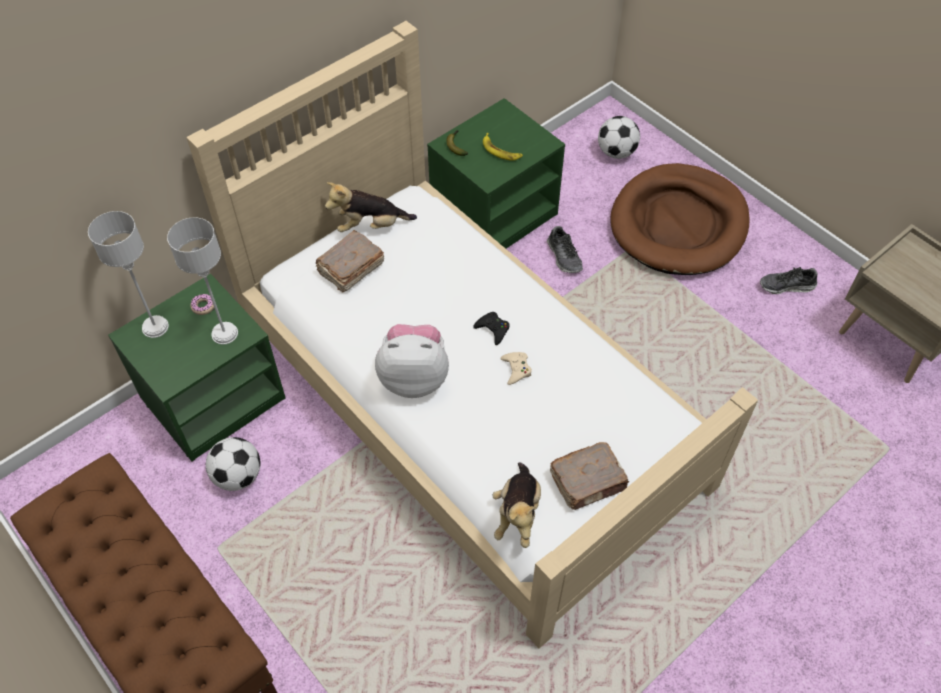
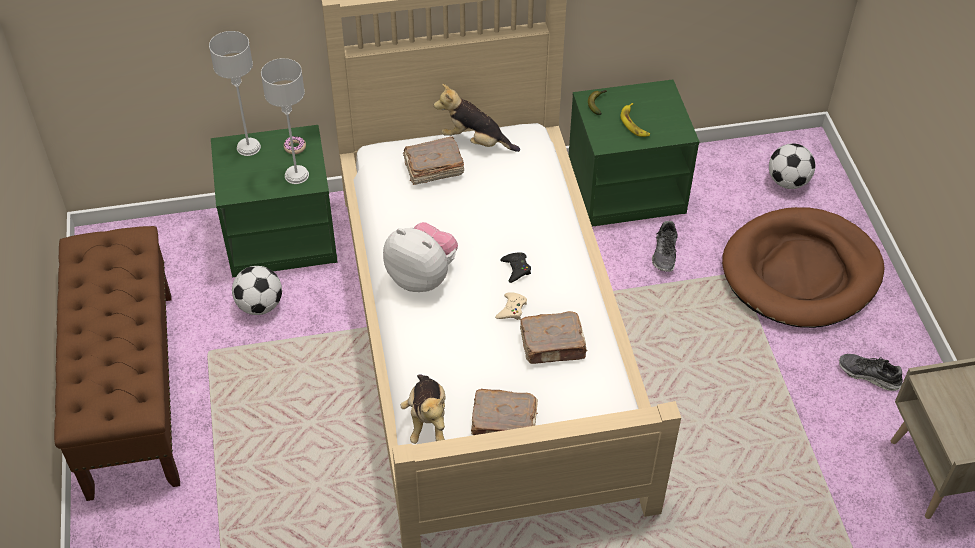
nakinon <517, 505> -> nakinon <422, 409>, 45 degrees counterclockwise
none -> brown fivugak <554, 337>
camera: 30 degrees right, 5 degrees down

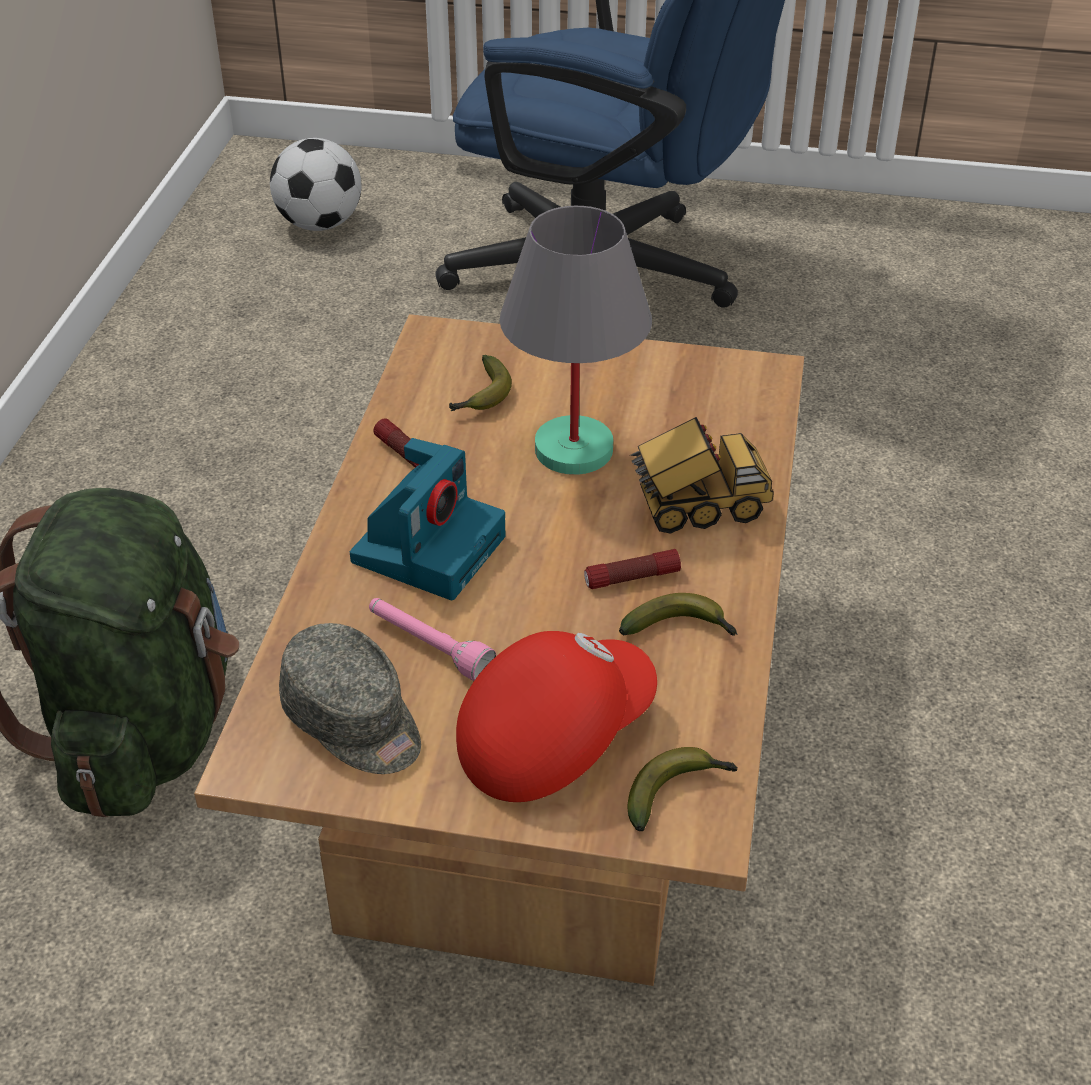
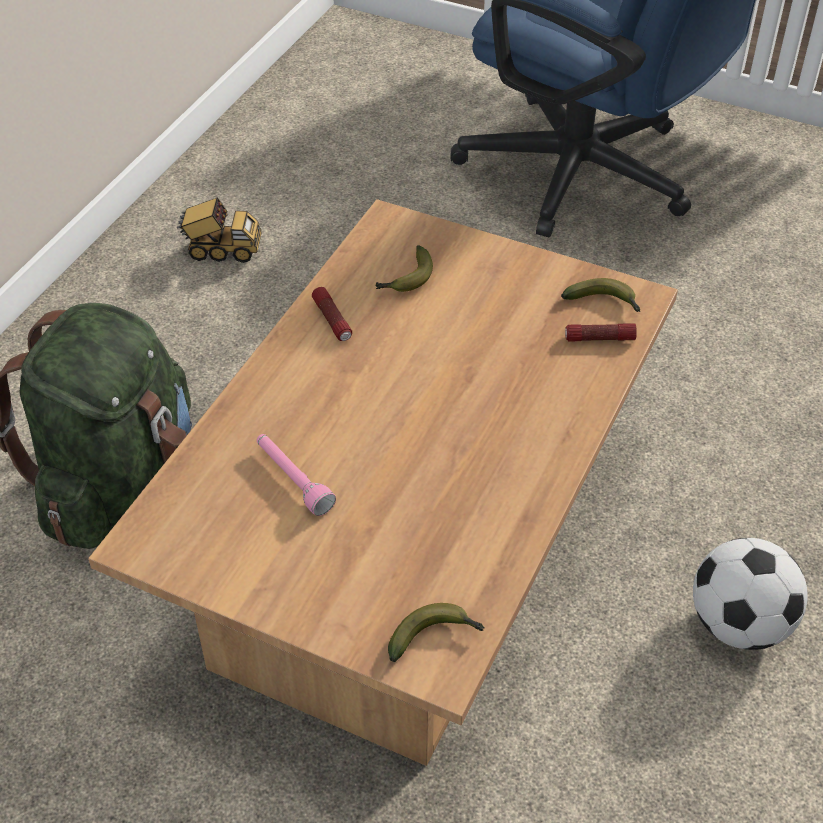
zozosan <702, 475> -> zozosan <219, 230>, move
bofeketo <678, 614> -> bofeketo <601, 295>, move
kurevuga <632, 569> -> kurevuga <601, 332>, move
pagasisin <315, 184> -> pagasisin <750, 594>, move
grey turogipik <350, 698> -> none
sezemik <427, 519> -> none
red turogipik <556, 716> -> none
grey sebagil <576, 340> -> none
camera: 15 degrees right, 5 degrees up

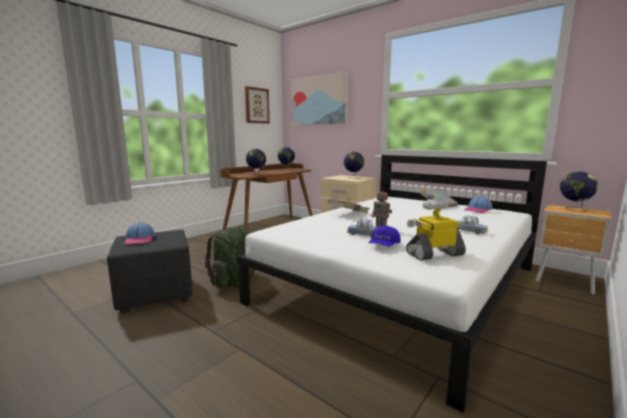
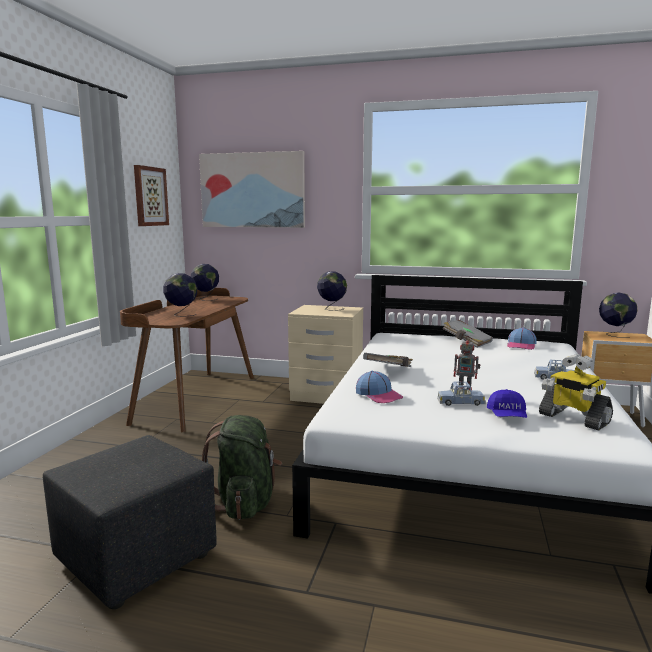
turogipik <139, 233> -> turogipik <379, 387>, move
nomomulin <436, 229> -> nomomulin <576, 392>, 90 degrees counterclockwise
camera: 25 degrees left, 0 degrees up

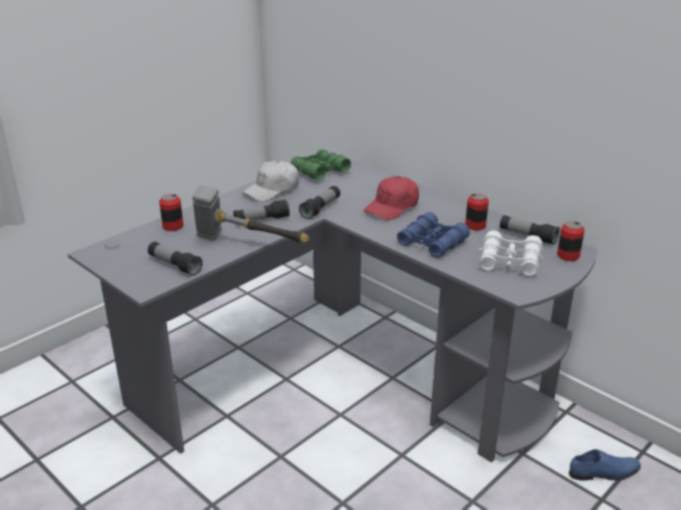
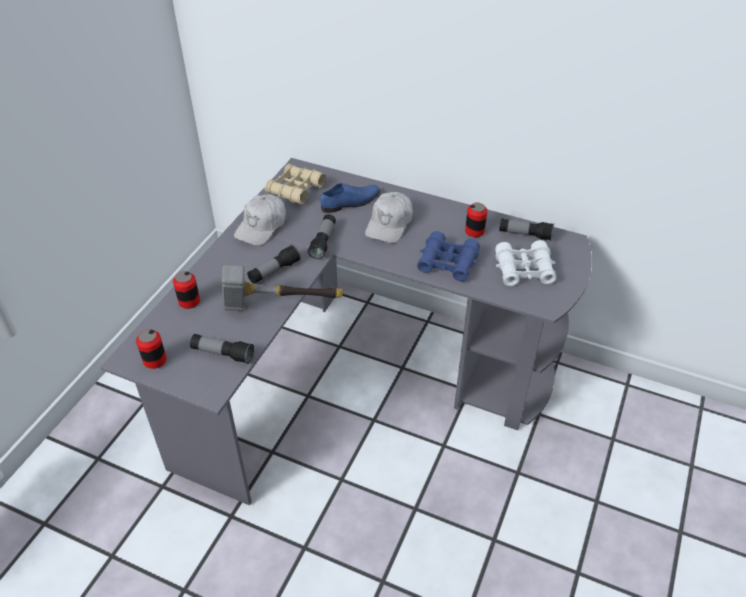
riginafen <571, 241> -> riginafen <151, 349>, move
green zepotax <321, 164> -> beige zepotax <295, 184>
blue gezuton <605, 465> -> blue gezuton <350, 198>, move
red turogipik <391, 198> -> white turogipik <389, 217>
camera: 20 degrees left, 15 degrees up

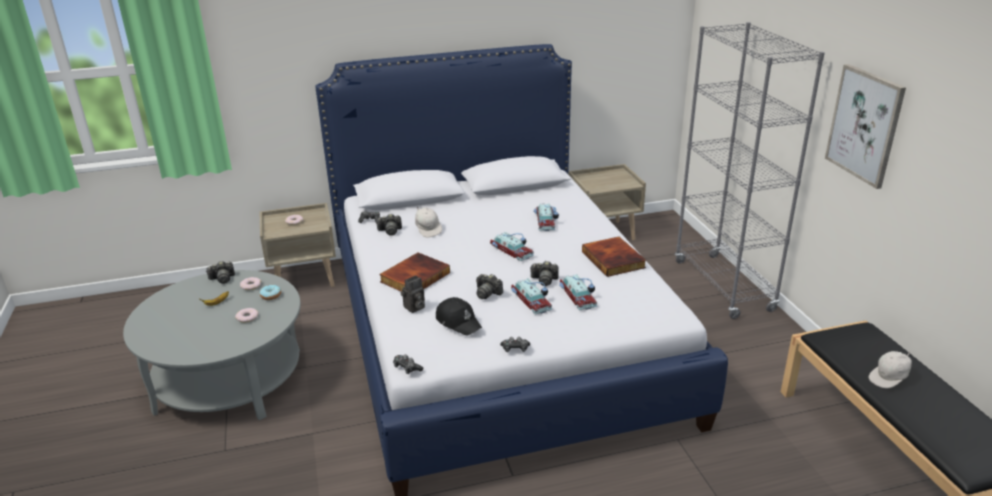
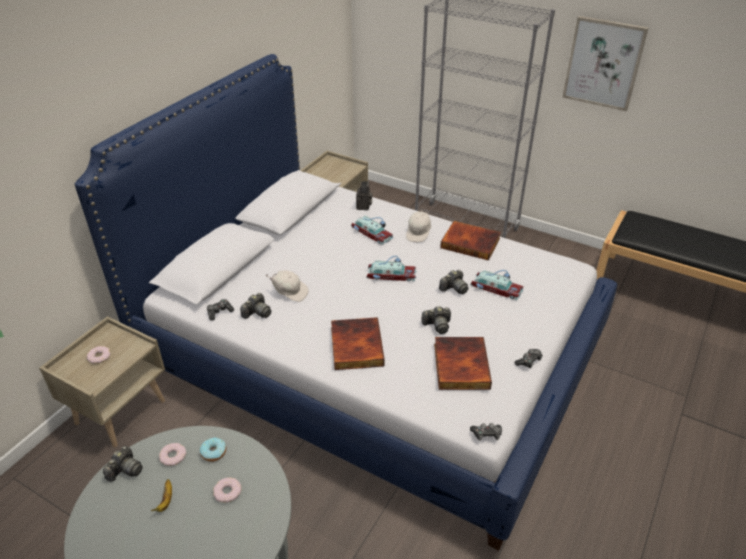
sezemik <413, 294> -> sezemik <364, 195>, move
white turogipik <890, 369> -> white turogipik <418, 225>, move
black turogipik <459, 316> -> fivugak <463, 363>
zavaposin <531, 296> -> none
camera: 45 degrees left, 10 degrees up

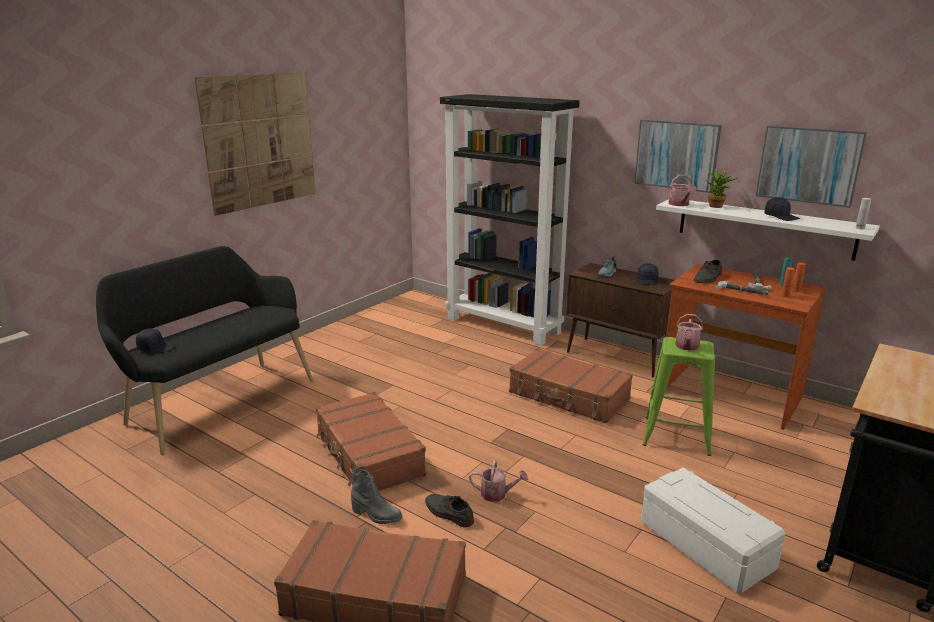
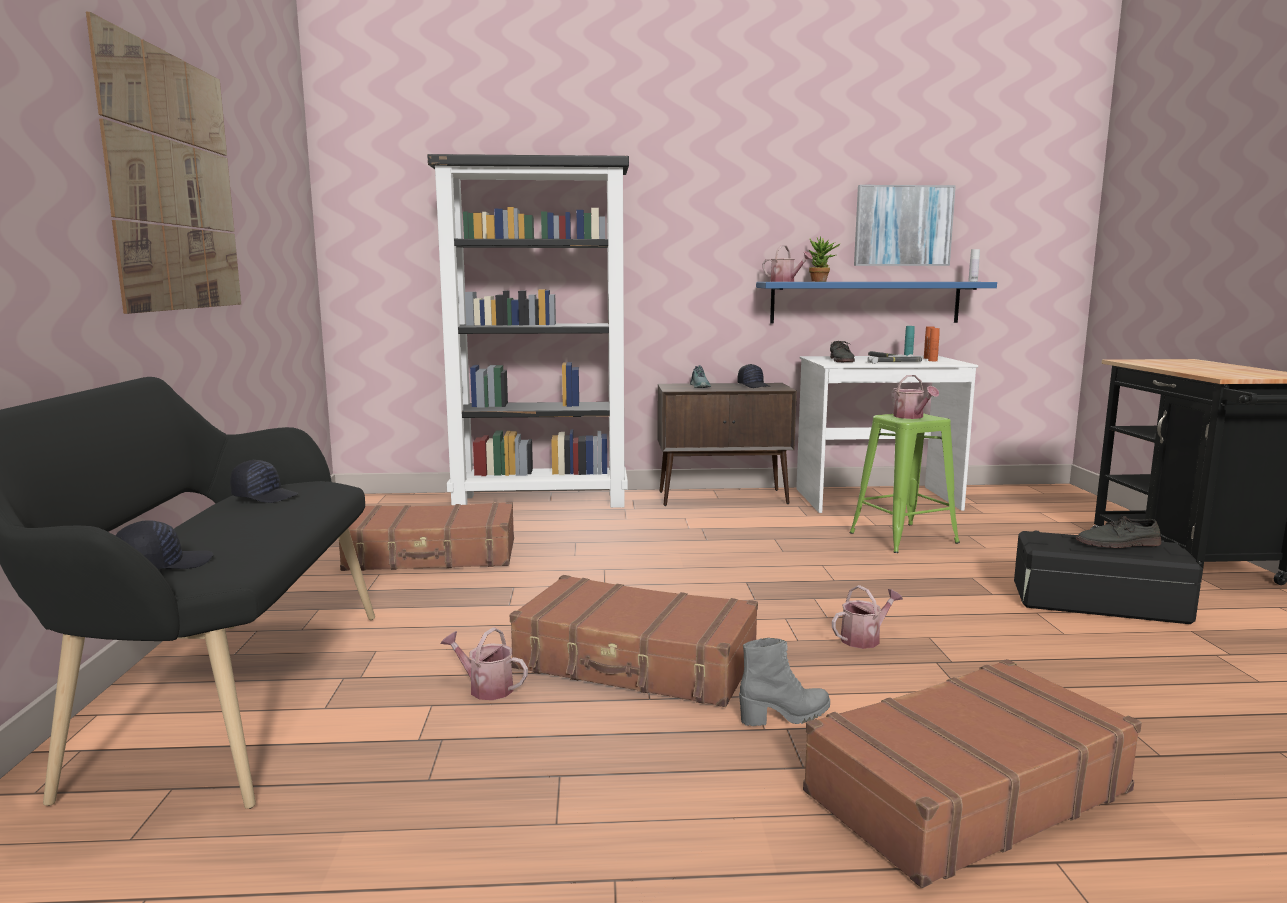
black turogipik <782, 209> -> black turogipik <264, 481>, move
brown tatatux <571, 385> -> brown tatatux <426, 536>, move
none -> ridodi <484, 663>
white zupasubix <768, 230> -> blue zupasubix <876, 302>
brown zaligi <746, 347> -> white zaligi <887, 434>
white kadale <713, 530> -> black kadale <1108, 577>
grey gezuton <449, 511> -> grey gezuton <1118, 532>, move
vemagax <678, 156> -> none
camera: 40 degrees left, 10 degrees down

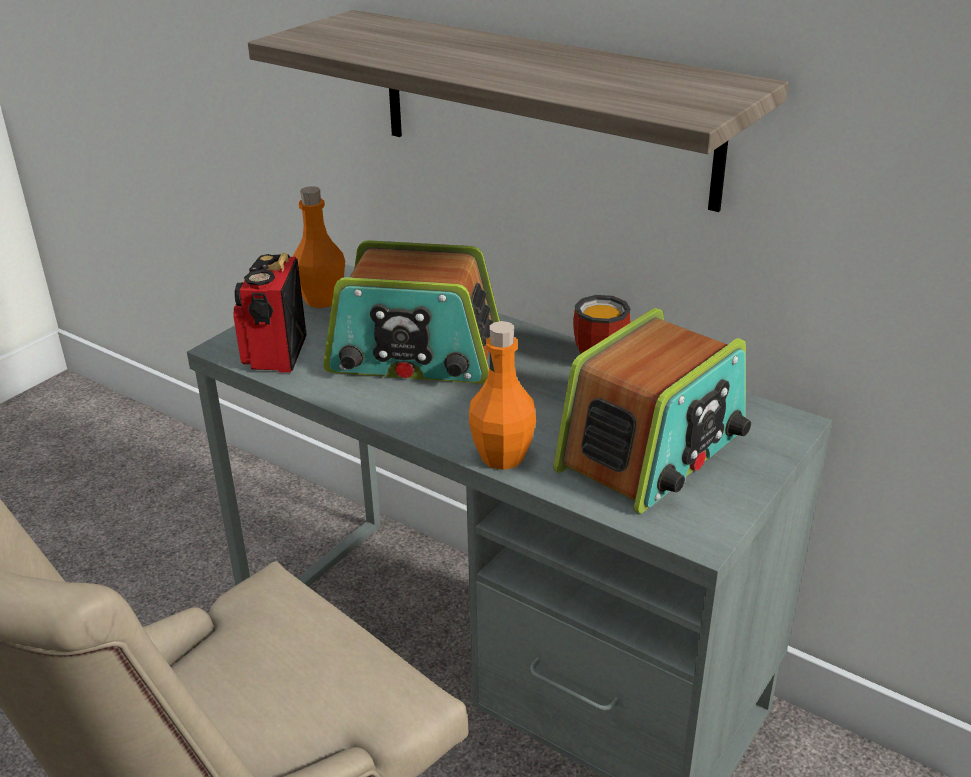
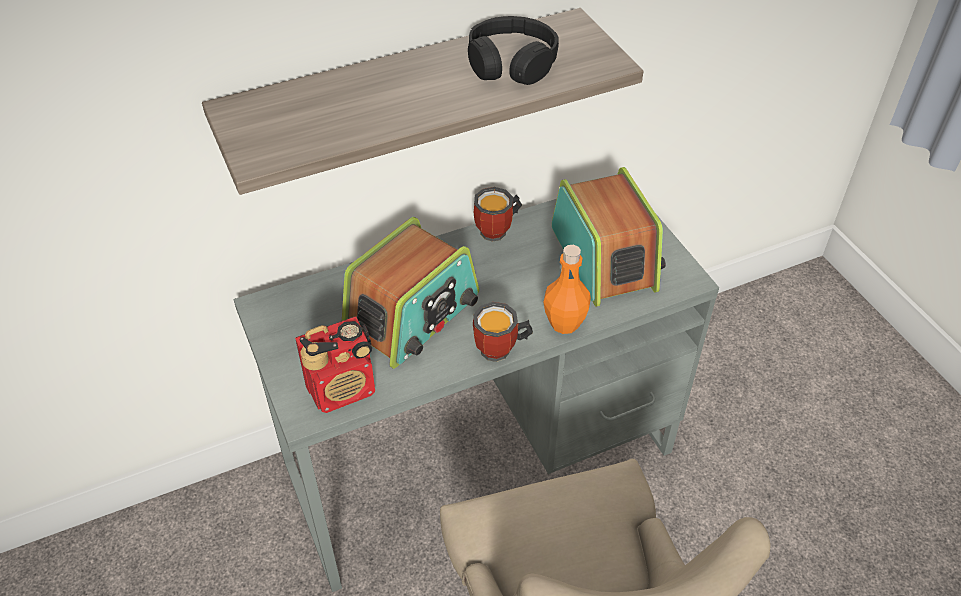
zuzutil <270, 312> -> zuzutil <335, 364>, 60 degrees counterclockwise
none -> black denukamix <513, 50>
none -> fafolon <503, 332>
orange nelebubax <319, 247> -> none
camera: 60 degrees left, 15 degrees up

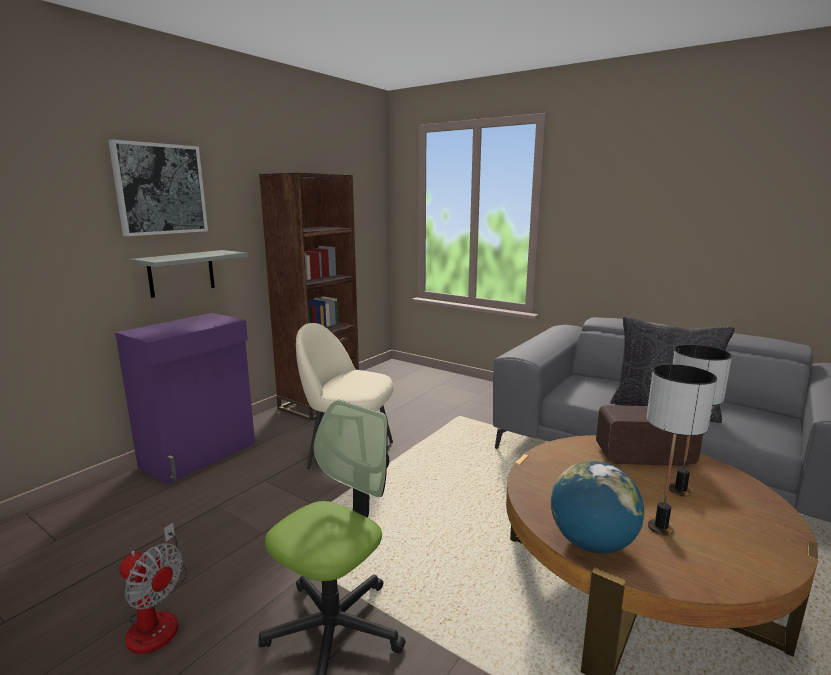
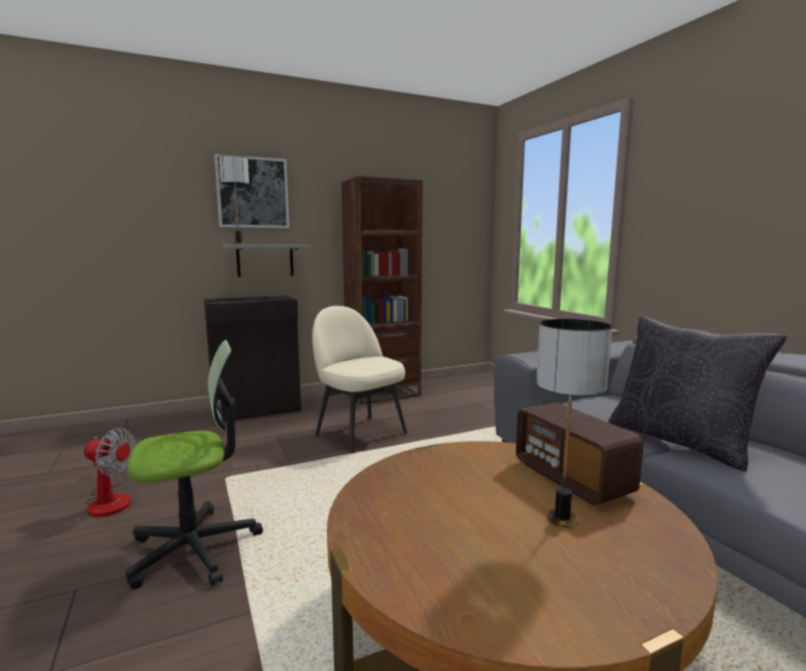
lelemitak <153, 588> -> lelemitak <109, 472>, 45 degrees counterclockwise
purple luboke <185, 398> -> black luboke <252, 359>
sebagil <681, 450> -> sebagil <234, 200>, move
zuzutil <649, 435> -> zuzutil <580, 454>, 150 degrees counterclockwise
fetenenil <597, 507> -> none
camera: 30 degrees right, 5 degrees down

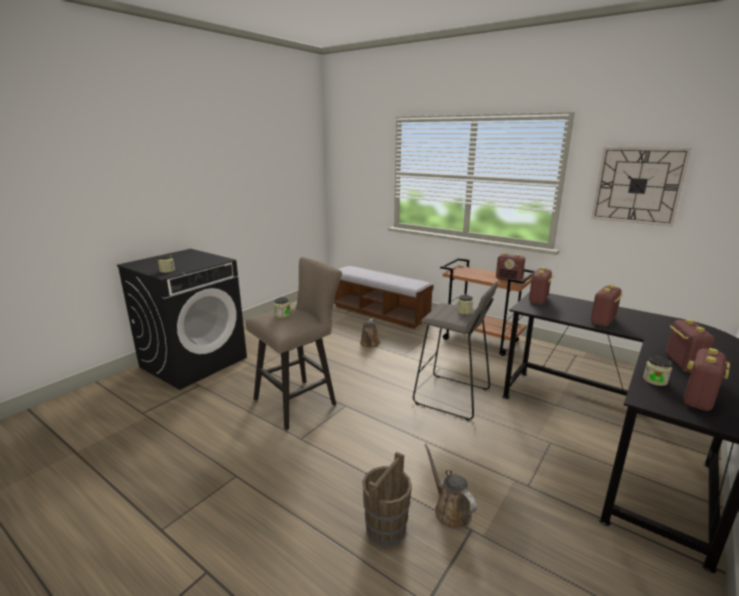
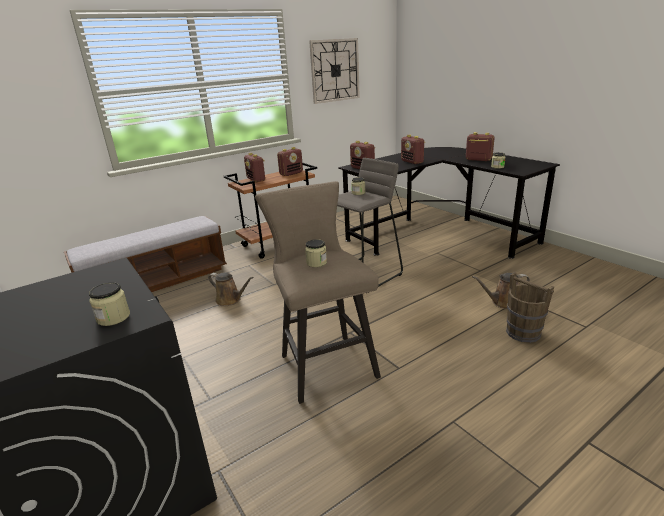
zuzutil <706, 379> -> zuzutil <254, 167>, move
camera: 70 degrees left, 5 degrees up

